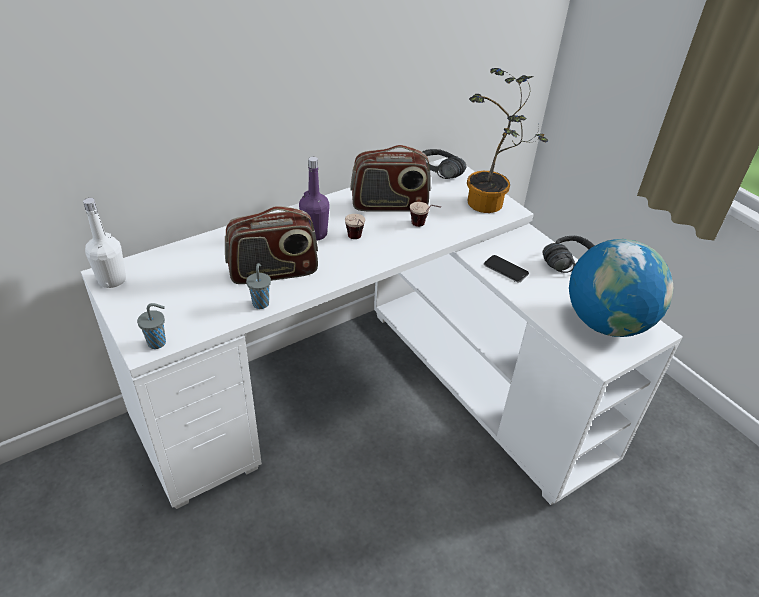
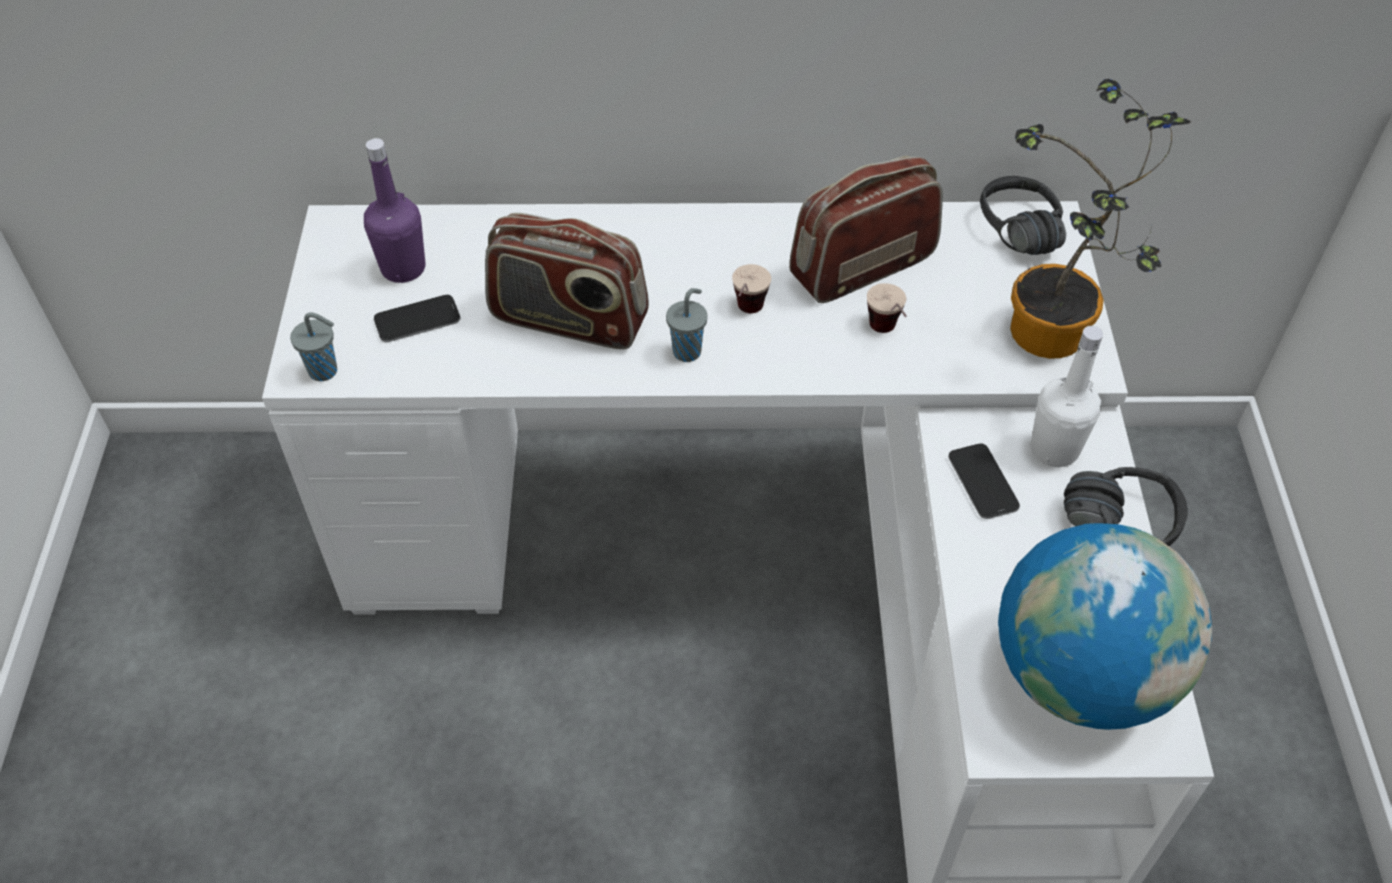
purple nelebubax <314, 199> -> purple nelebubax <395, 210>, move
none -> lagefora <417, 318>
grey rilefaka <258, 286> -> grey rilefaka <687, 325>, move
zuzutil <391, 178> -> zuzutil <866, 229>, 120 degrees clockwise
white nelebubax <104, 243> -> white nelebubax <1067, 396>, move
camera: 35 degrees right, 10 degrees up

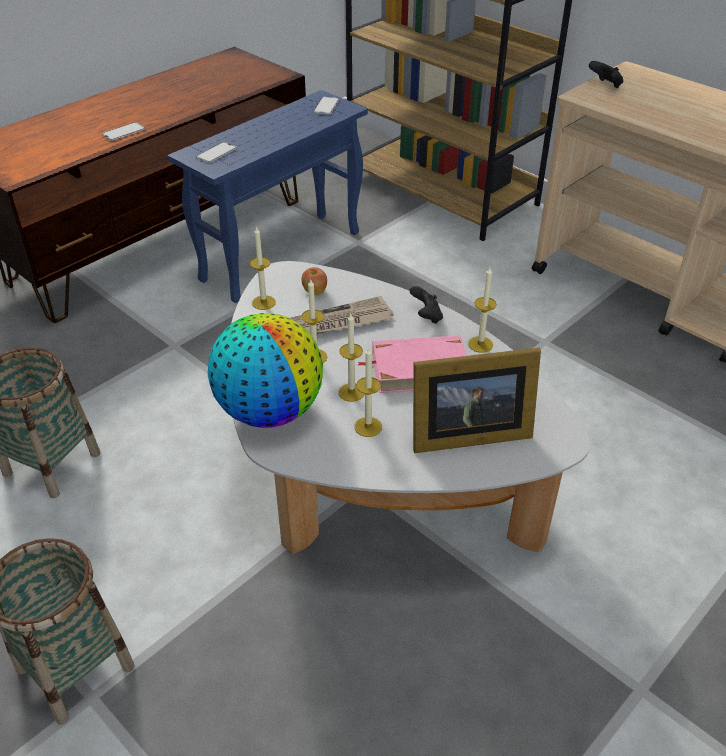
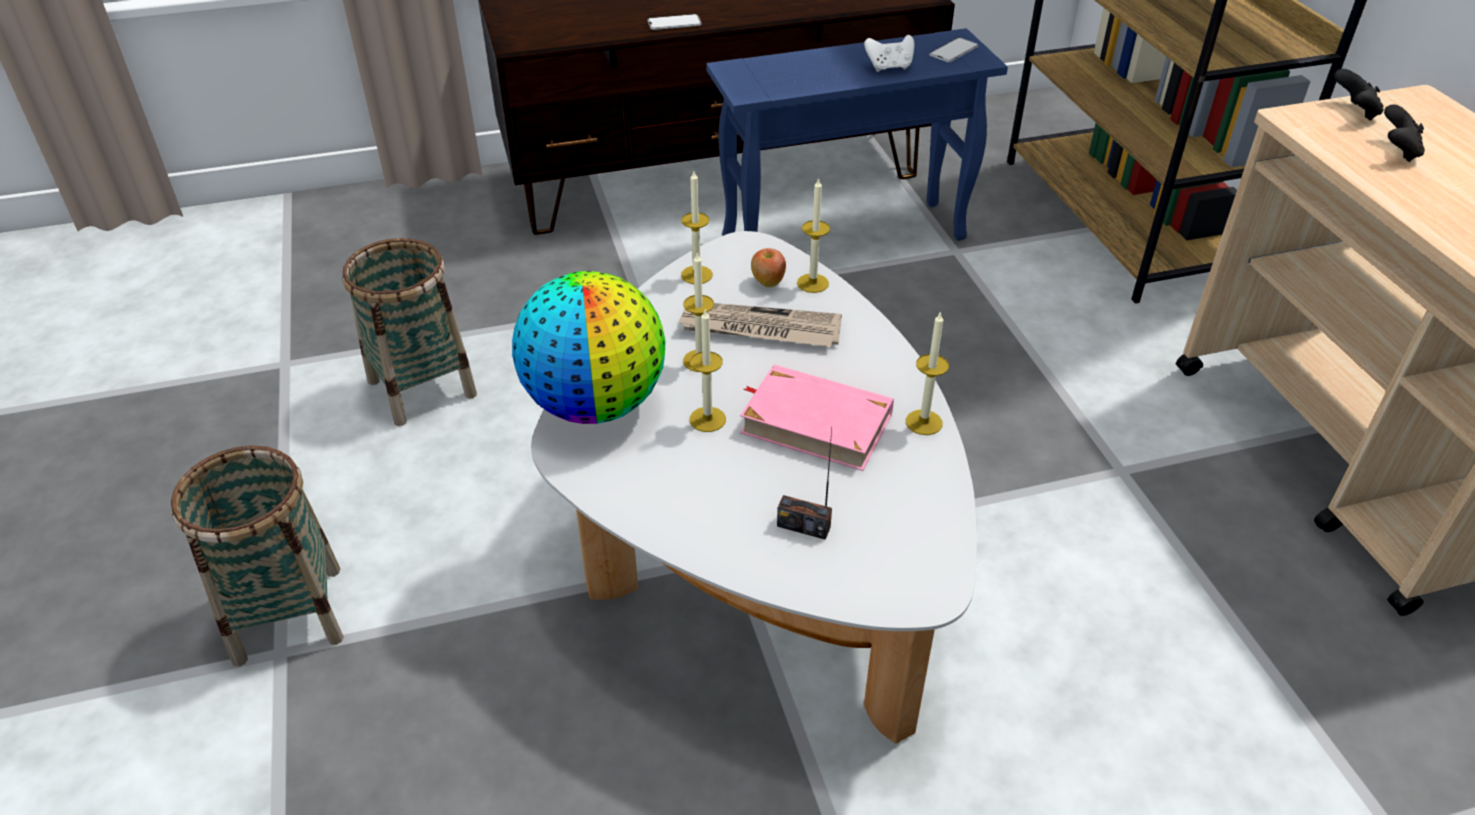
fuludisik <477, 400> -> zuzutil <804, 484>
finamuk <368, 392> -> finamuk <813, 235>, move
none -> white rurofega <889, 53>
black rurofega <426, 305> -> black rurofega <1404, 133>, move
lagefora <216, 152> -> none
camera: 30 degrees right, 0 degrees up

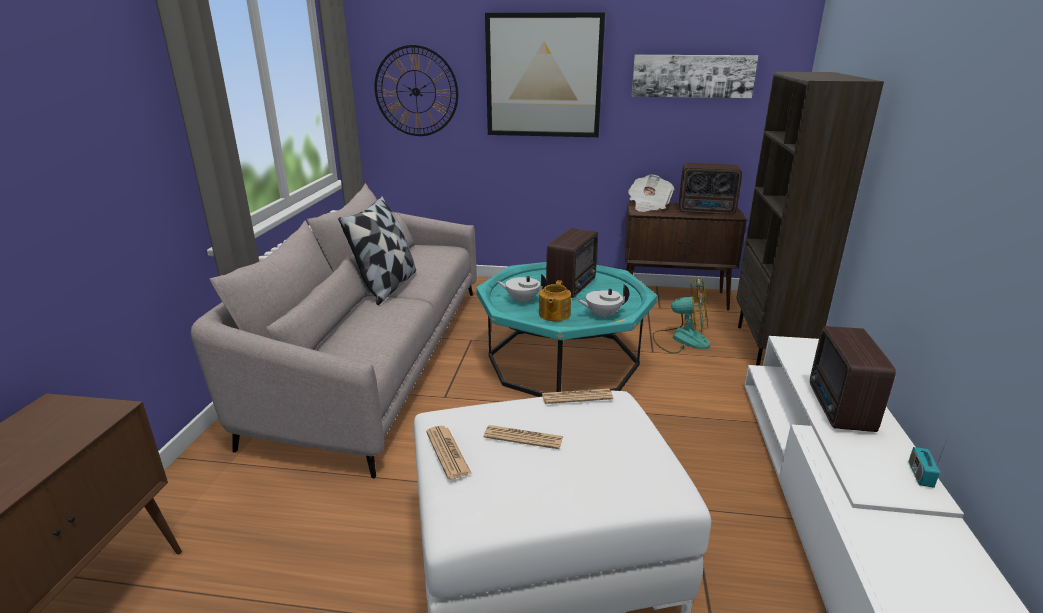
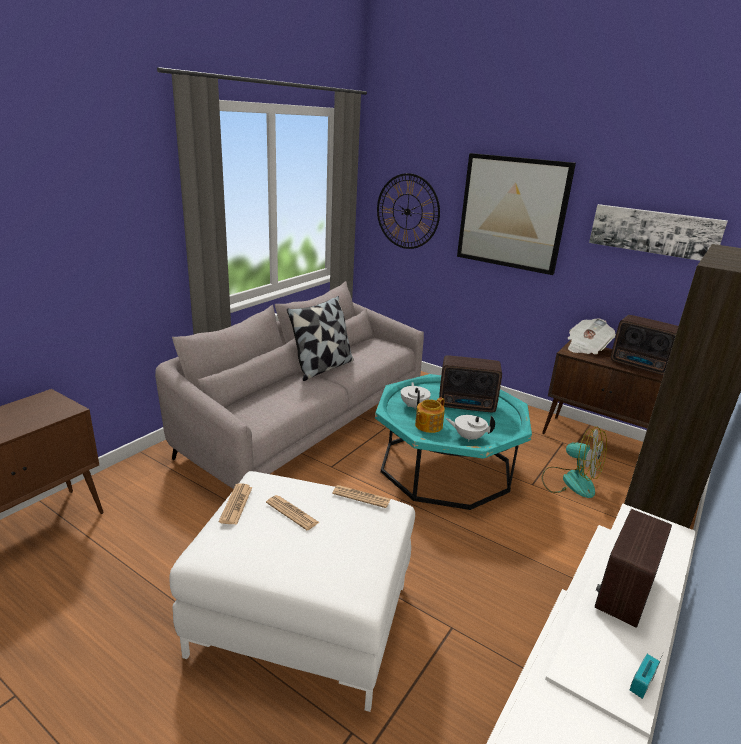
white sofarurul <522, 289> -> white sofarurul <416, 396>, 45 degrees clockwise
zuzutil <572, 263> -> zuzutil <470, 383>, 45 degrees clockwise
camera: 25 degrees right, 0 degrees up

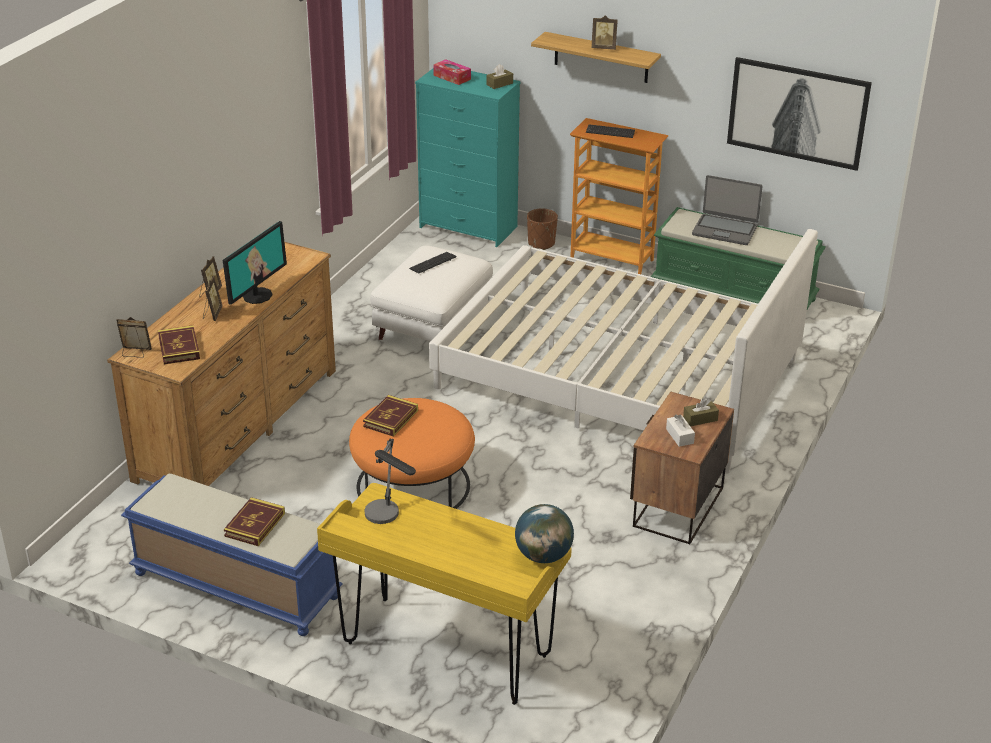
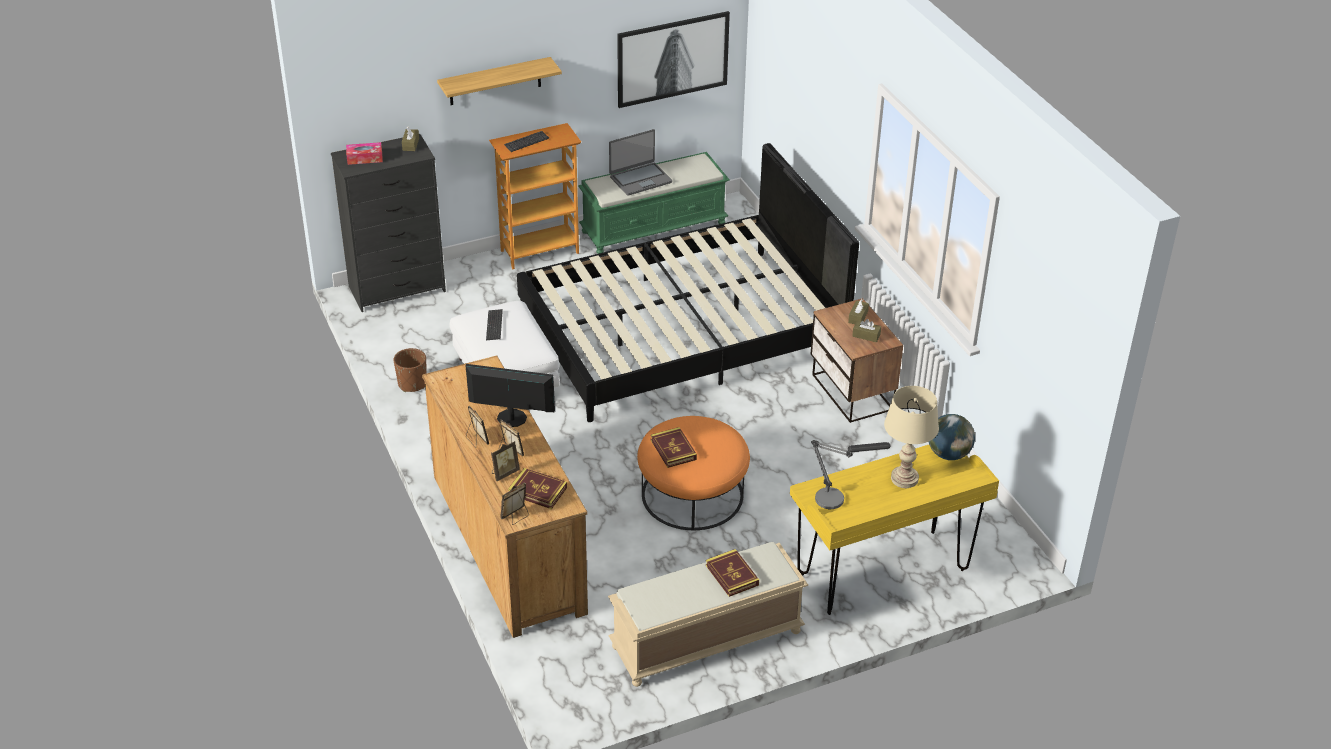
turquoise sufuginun <468, 158> -> black sufuginun <388, 223>
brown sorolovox <542, 229> -> brown sorolovox <410, 370>, move
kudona <255, 263> -> kudona <510, 395>, 60 degrees counterclockwise
fuludisik <604, 32> -> fuludisik <505, 461>, move
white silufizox <623, 351> -> black silufizox <688, 282>
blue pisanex <232, 555> -> beige pisanex <708, 614>
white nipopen <680, 431> -> brown nipopen <866, 330>
none -> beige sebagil <911, 437>
camera: 50 degrees left, 5 degrees up

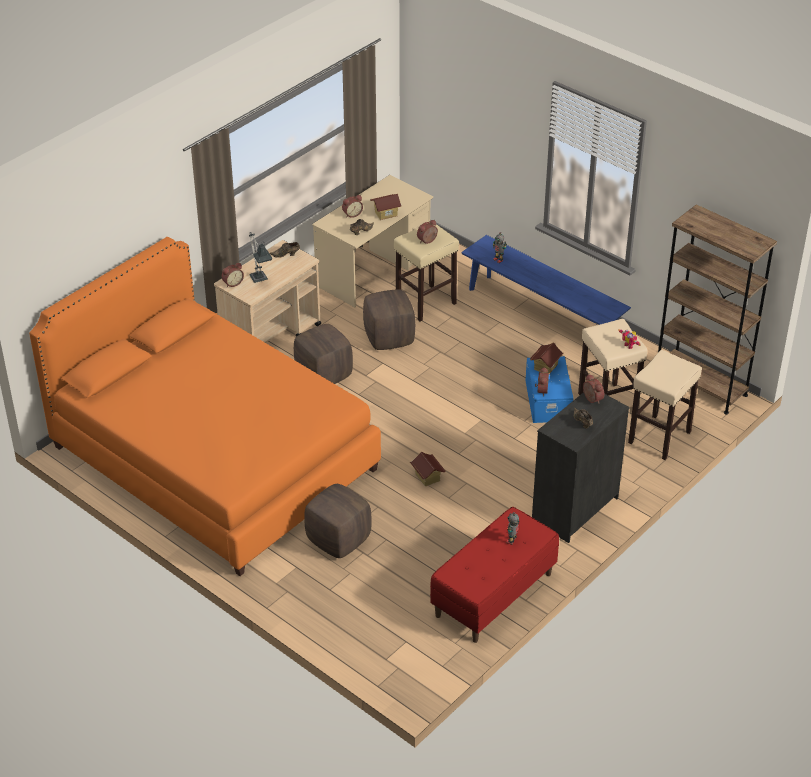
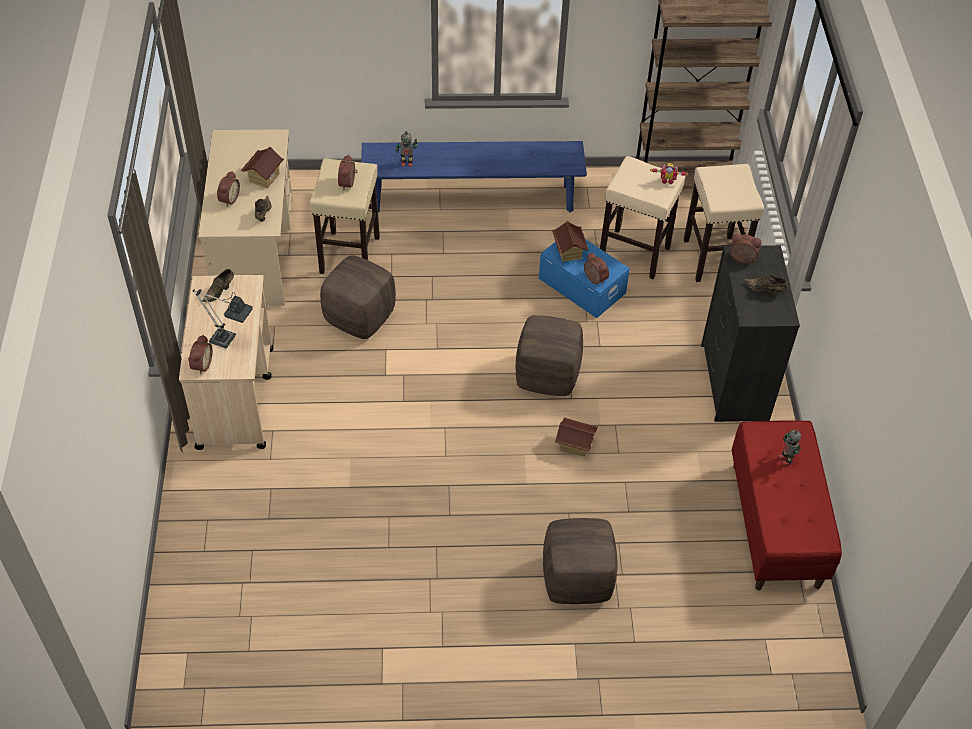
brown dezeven <323, 354> -> brown dezeven <549, 355>, move
orange silufizox <205, 406> -> none
camera: 45 degrees left, 10 degrees up

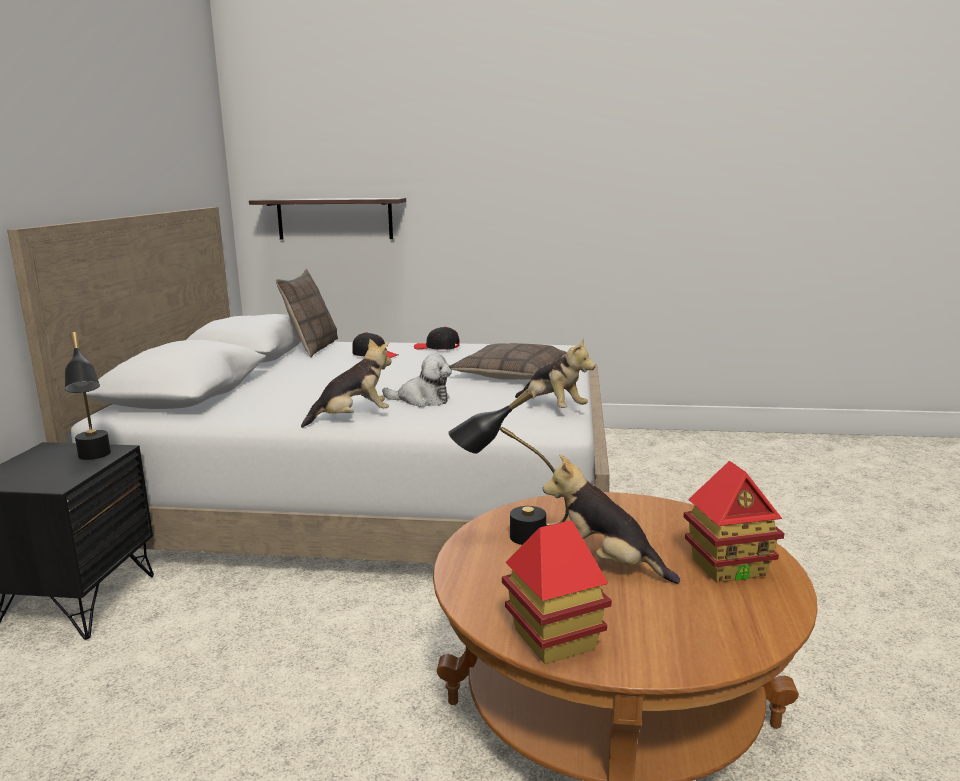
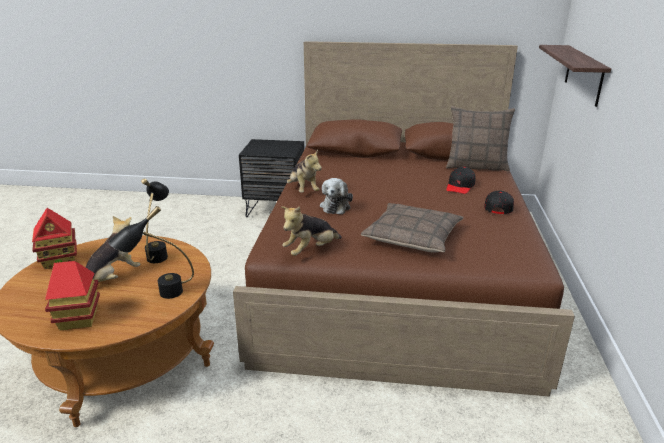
black sebagil <88, 396> -> black sebagil <151, 252>, move
white silufizox <308, 385> -> brown silufizox <404, 219>
camera: 90 degrees right, 10 degrees up

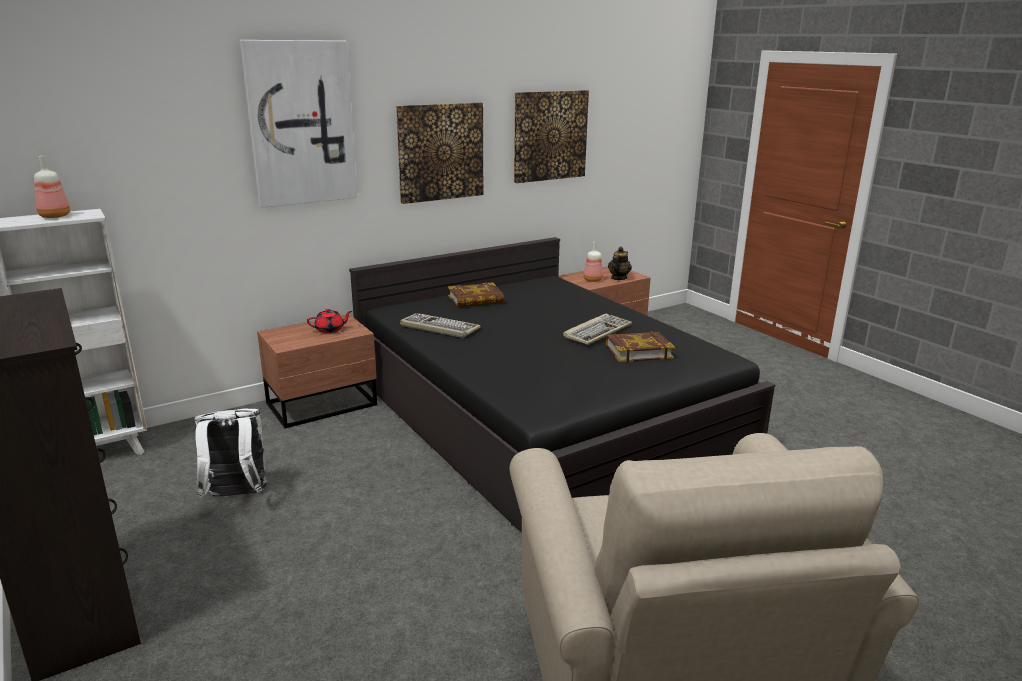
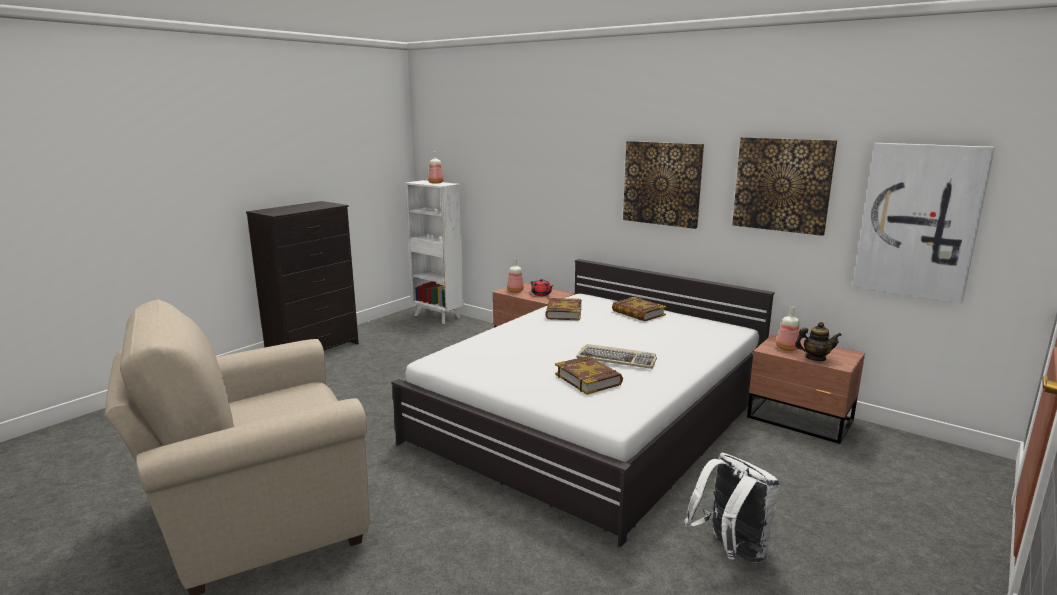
black silufizox <562, 385> -> white silufizox <583, 403>
none -> nelebubax <515, 275>
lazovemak <440, 325> -> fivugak <563, 309>
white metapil <232, 453> -> white metapil <732, 508>, move
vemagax <298, 124> -> vemagax <924, 223>, move
camera: 70 degrees right, 5 degrees down

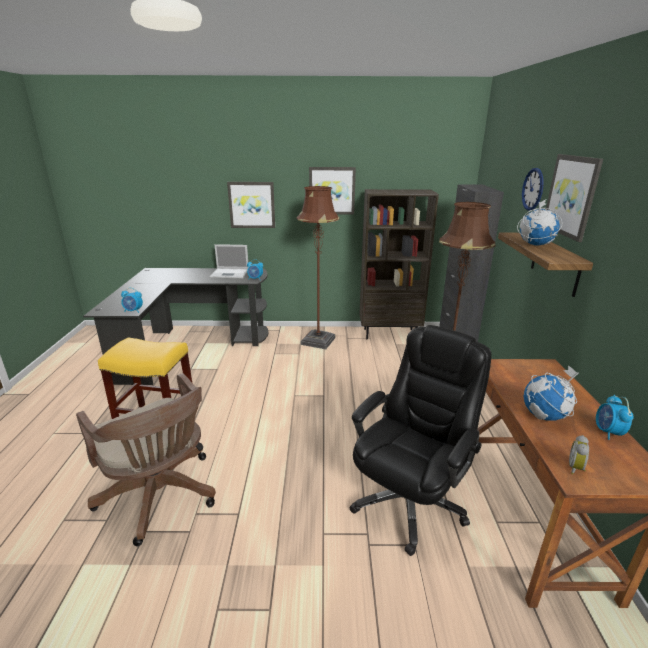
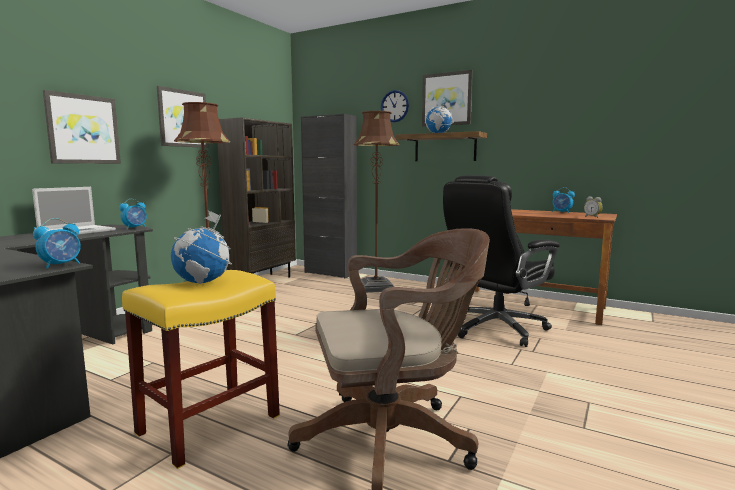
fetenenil <551, 393> -> fetenenil <201, 247>, move
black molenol <420, 440> -> black molenol <501, 261>, 105 degrees counterclockwise
camera: 60 degrees left, 15 degrees down

